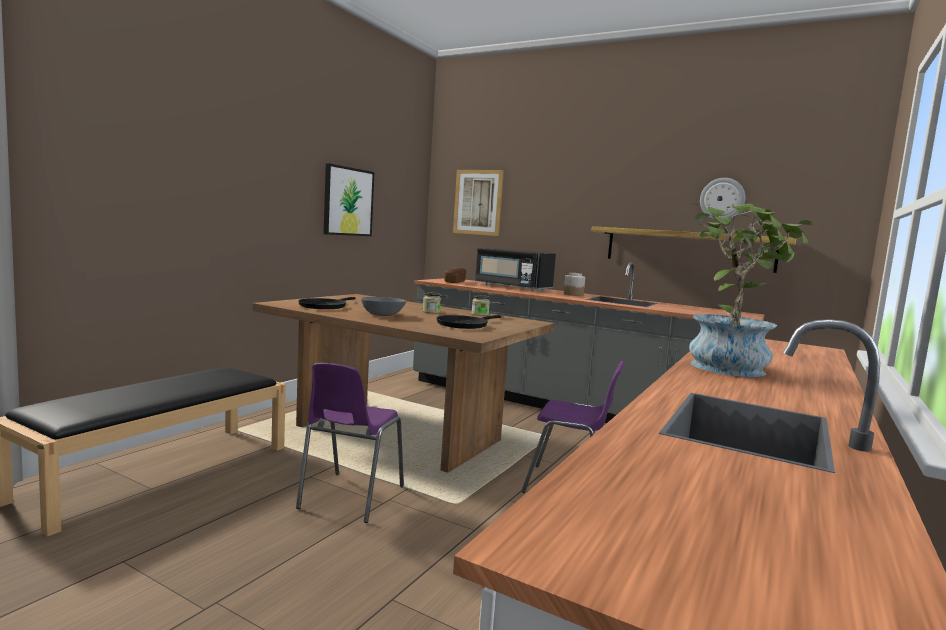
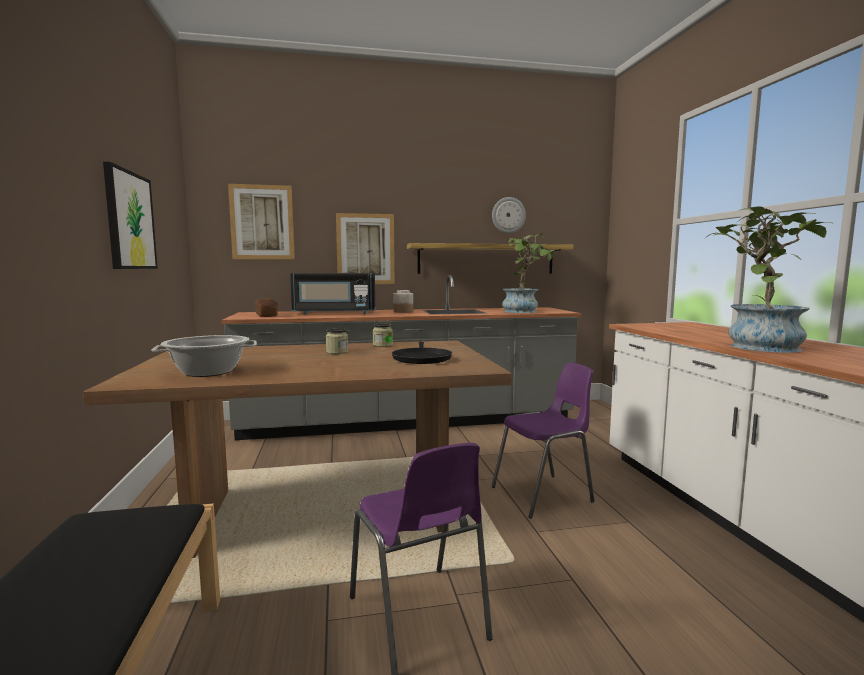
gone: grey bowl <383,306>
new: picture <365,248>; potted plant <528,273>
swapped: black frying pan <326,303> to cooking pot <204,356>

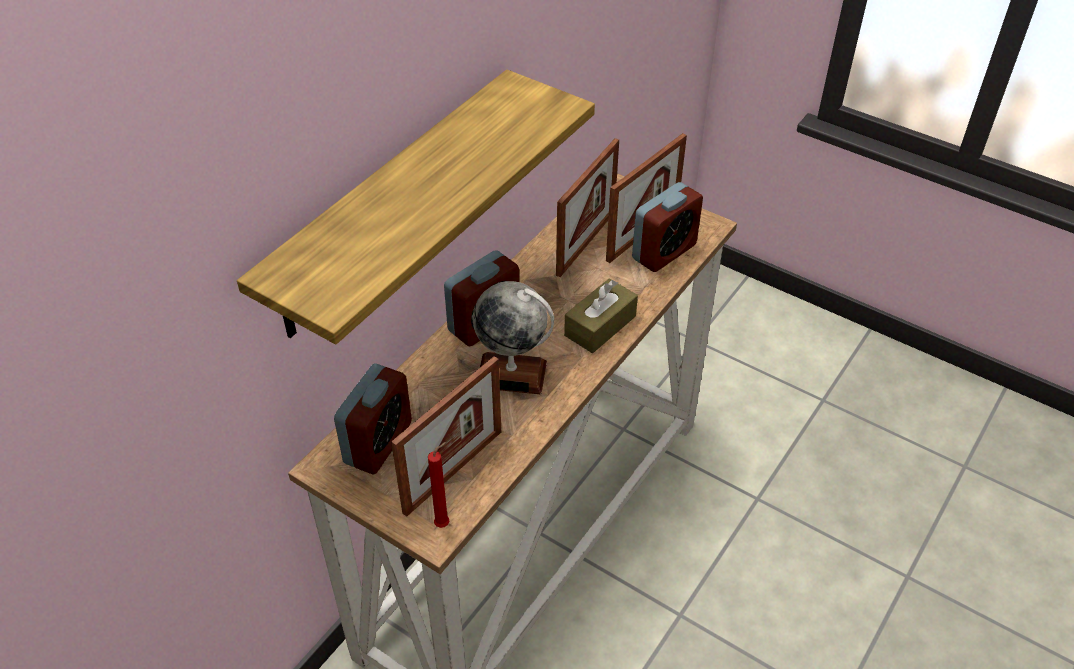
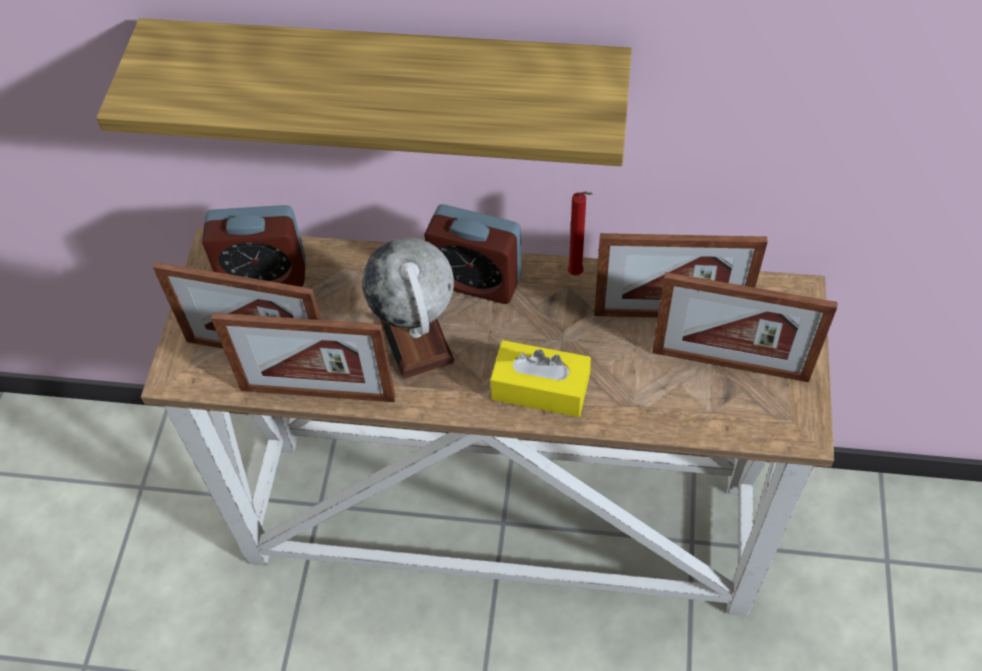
gone: alarm clock <667,227>
new: picture frame <303,357>
shifted: red candle <439,485> to <580,233>
repainted: brown tissue box <601,315> to yellow tissue box <540,378>

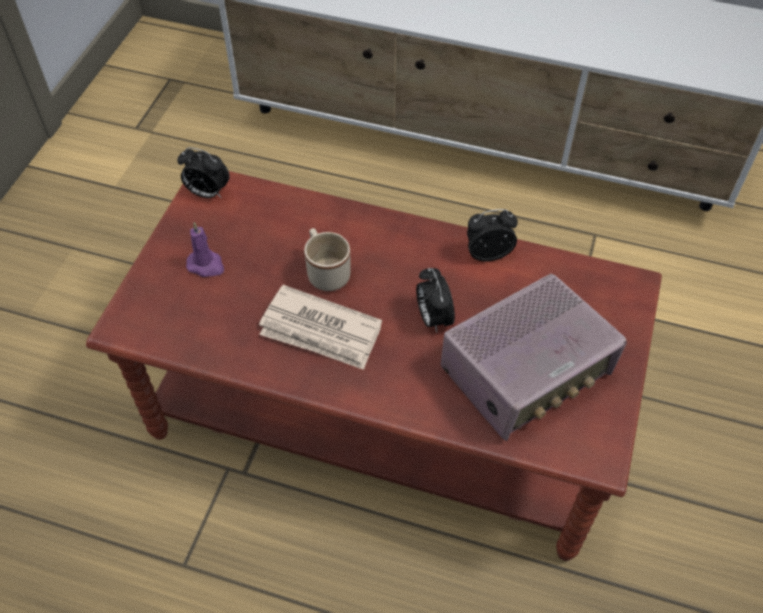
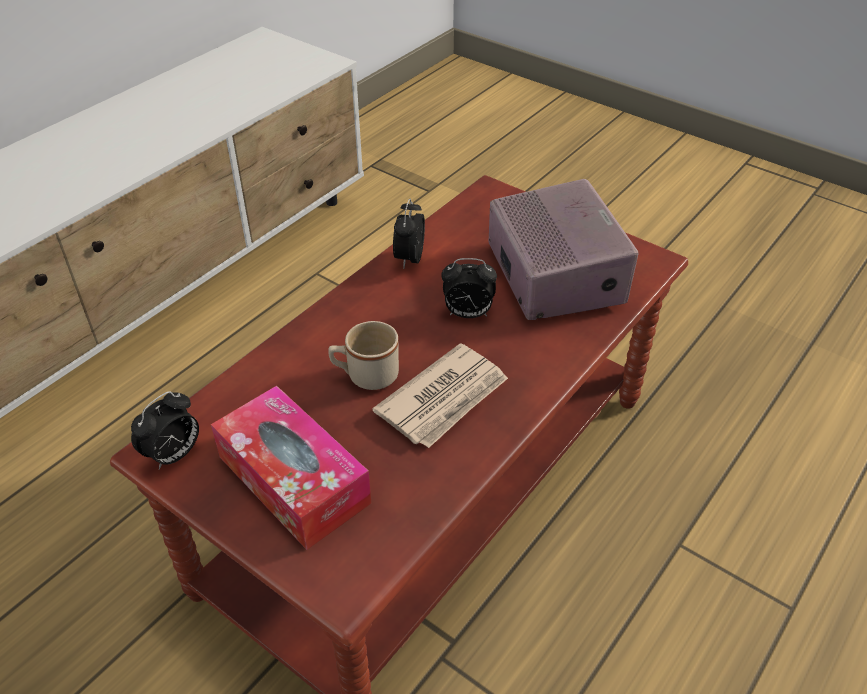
swapped: purple candle <205,249> to tissue box <291,467>

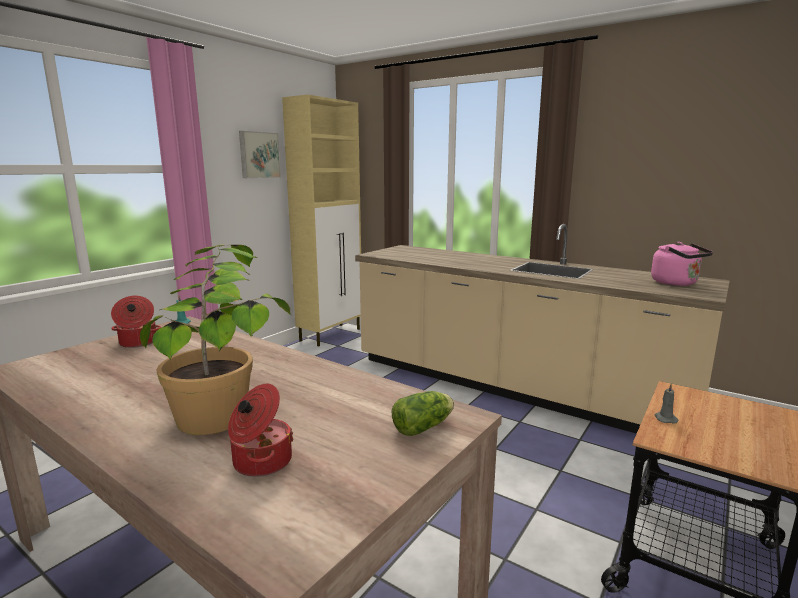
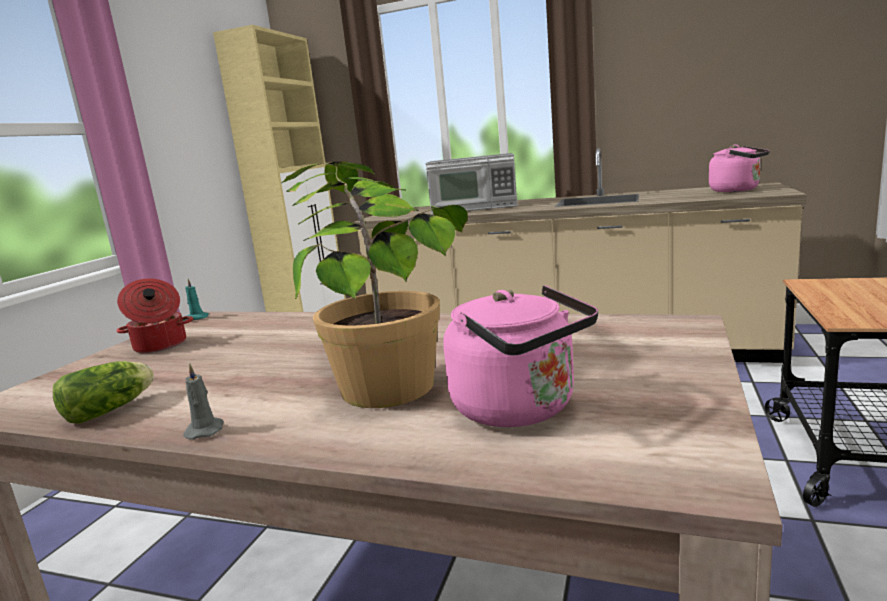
gone: picture <260,154>
new: microwave <471,183>
shifted: lettuce <423,413> to <103,392>; grey candle <666,404> to <203,401>
swapped: cooking pot <261,430> to pink kettle <520,356>

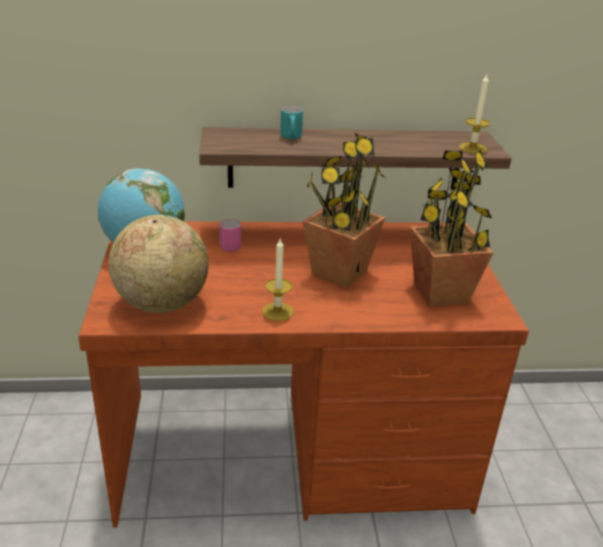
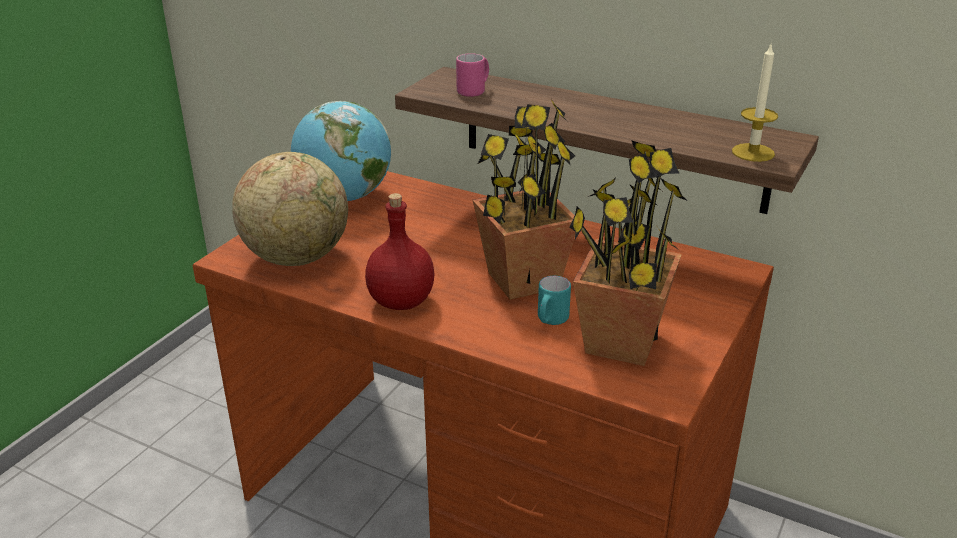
shifted: pink mug <230,235> to <472,75>; turquoise mug <291,122> to <554,300>
swapped: candle <277,280> to red bottle <400,251>

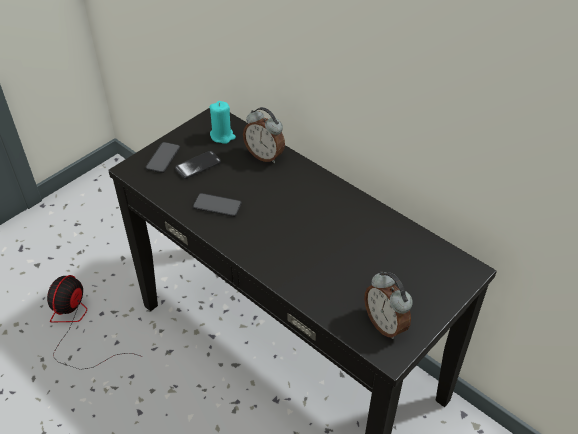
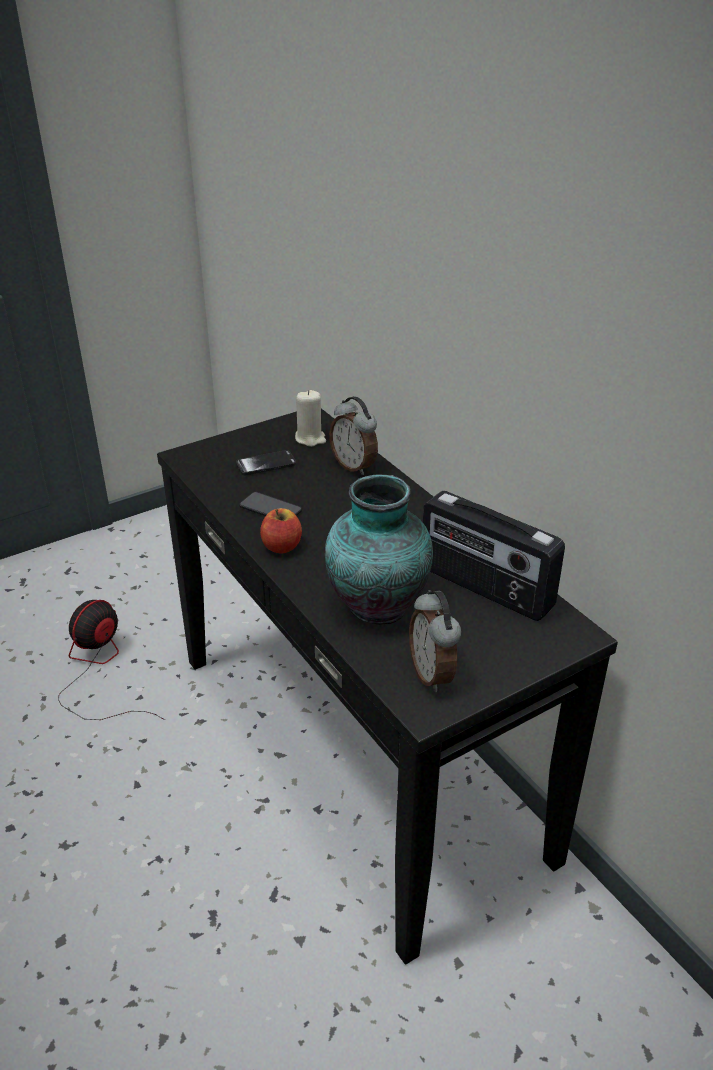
gone: phone <162,157>
new: apple <281,530>; vase <379,550>; radio <494,556>
repainted: turquoise candle <223,122> to beige candle <310,418>

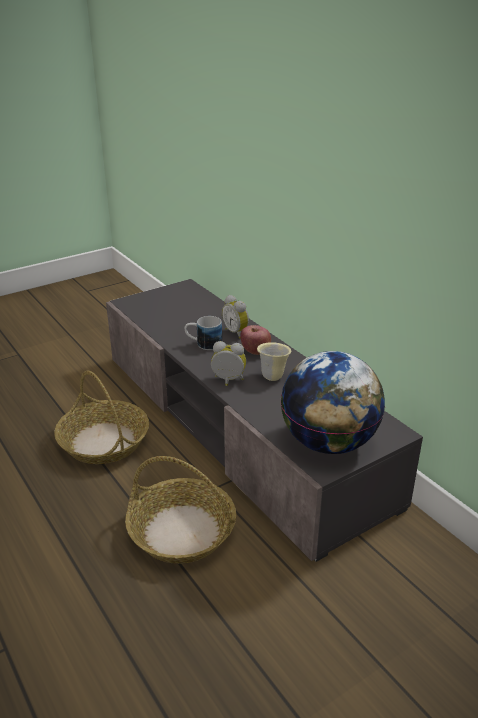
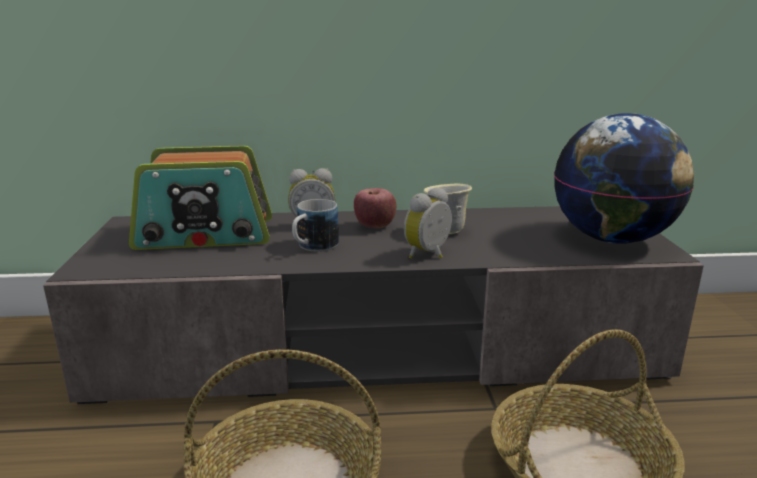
new: radio <200,197>

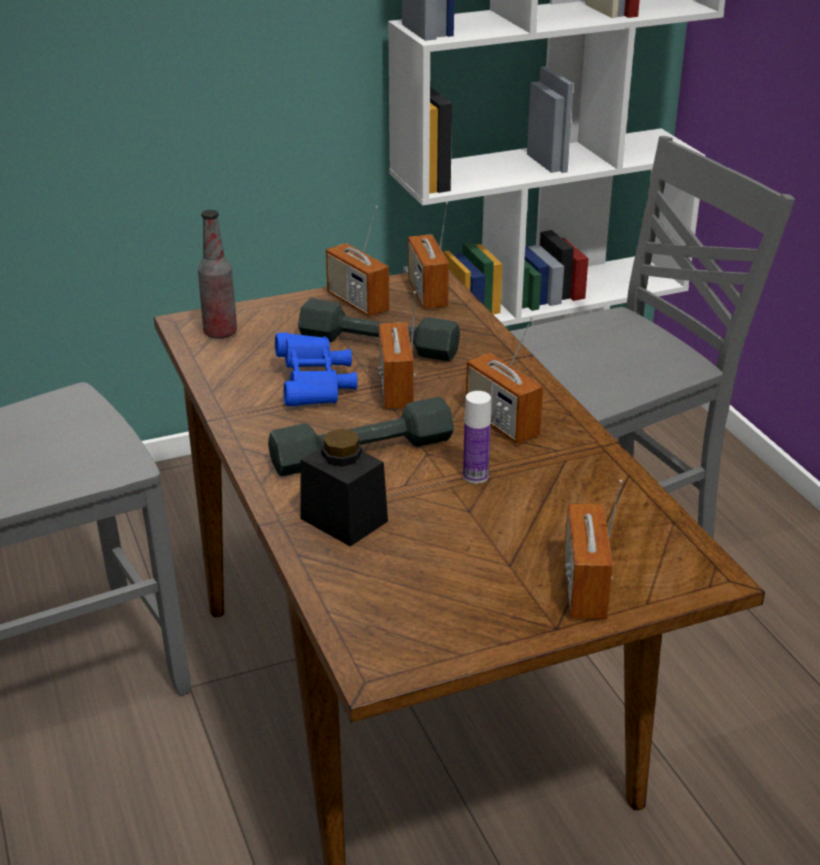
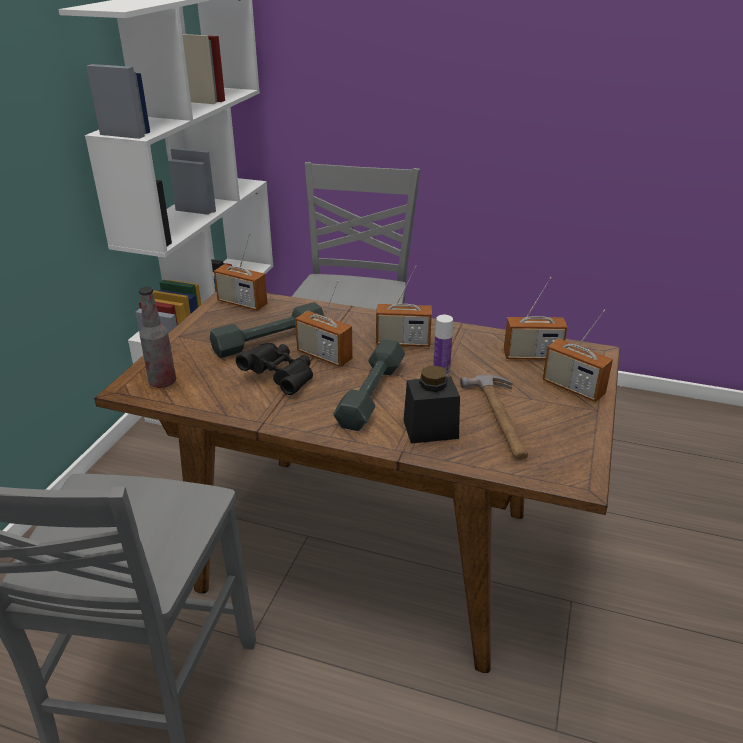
new: hammer <494,417>
shifted: radio <357,261> to <535,318>
repainted: blue binoculars <316,369> to black binoculars <274,369>

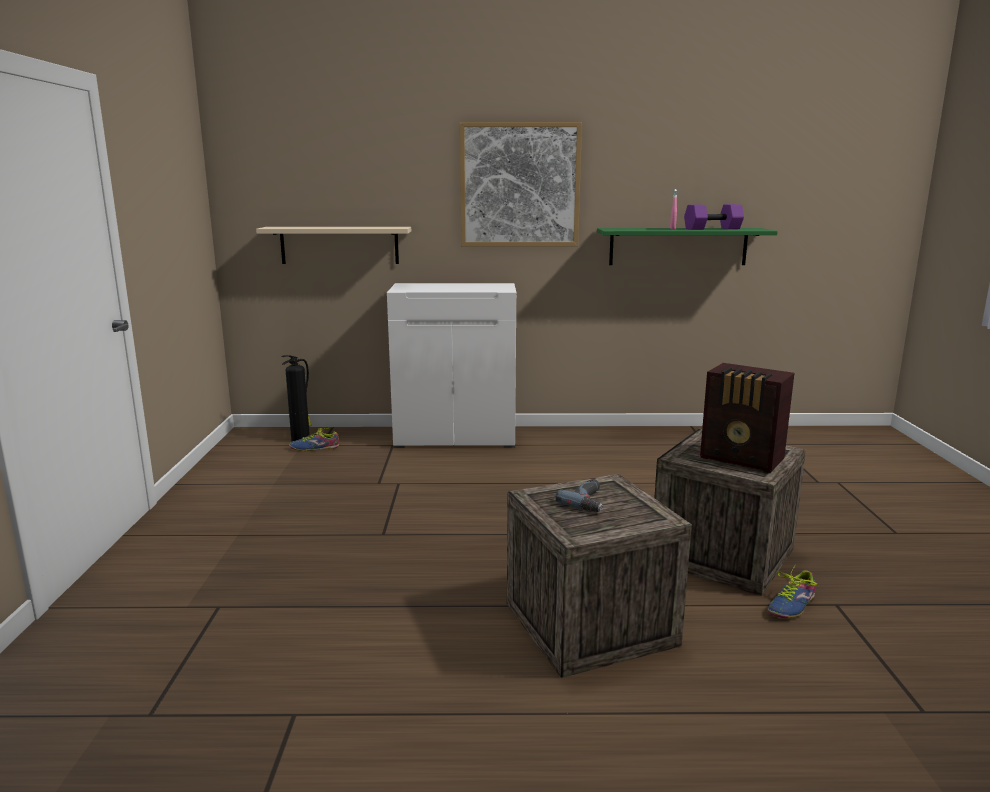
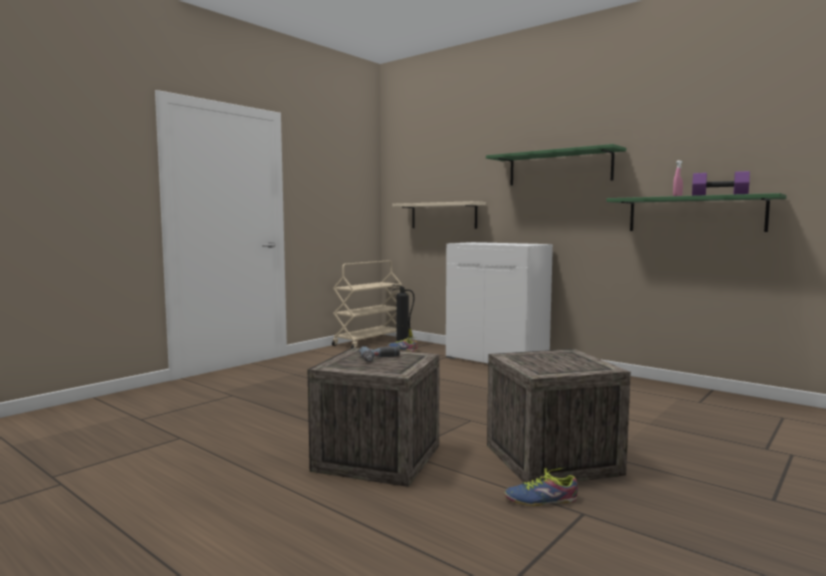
gone: radio <747,418>
new: beige cart <367,304>
swapped: picture <521,184> to green shelf <556,164>

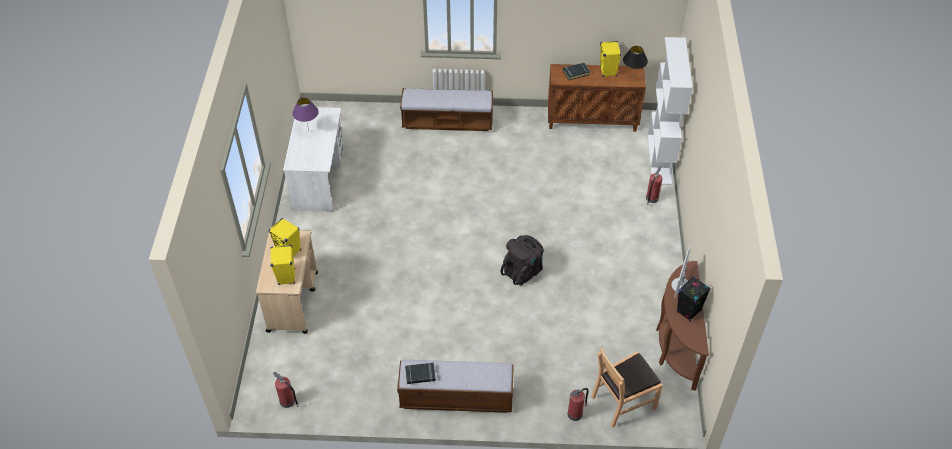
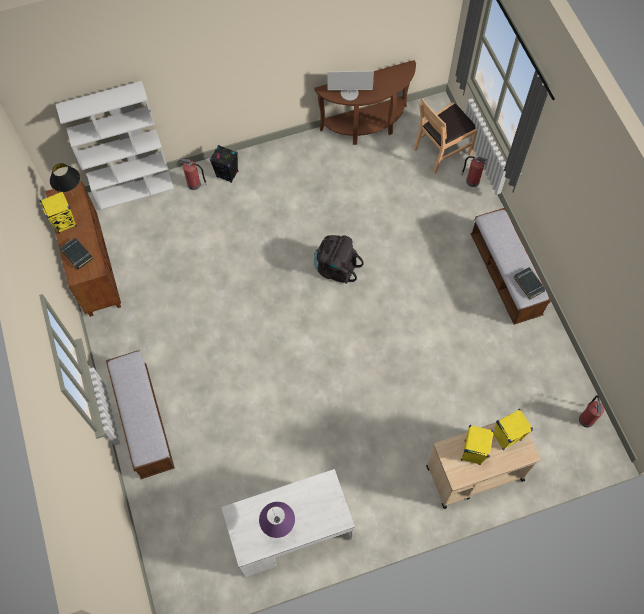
shifted: black speaker <694,298> to <224,164>
rotated: brown chair <627,388> = <446,136> 105 degrees clockwise

